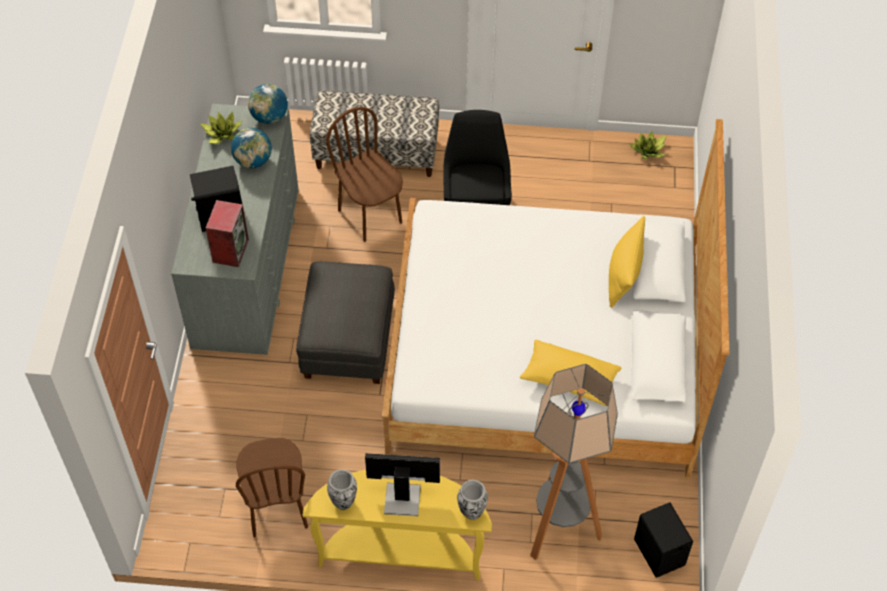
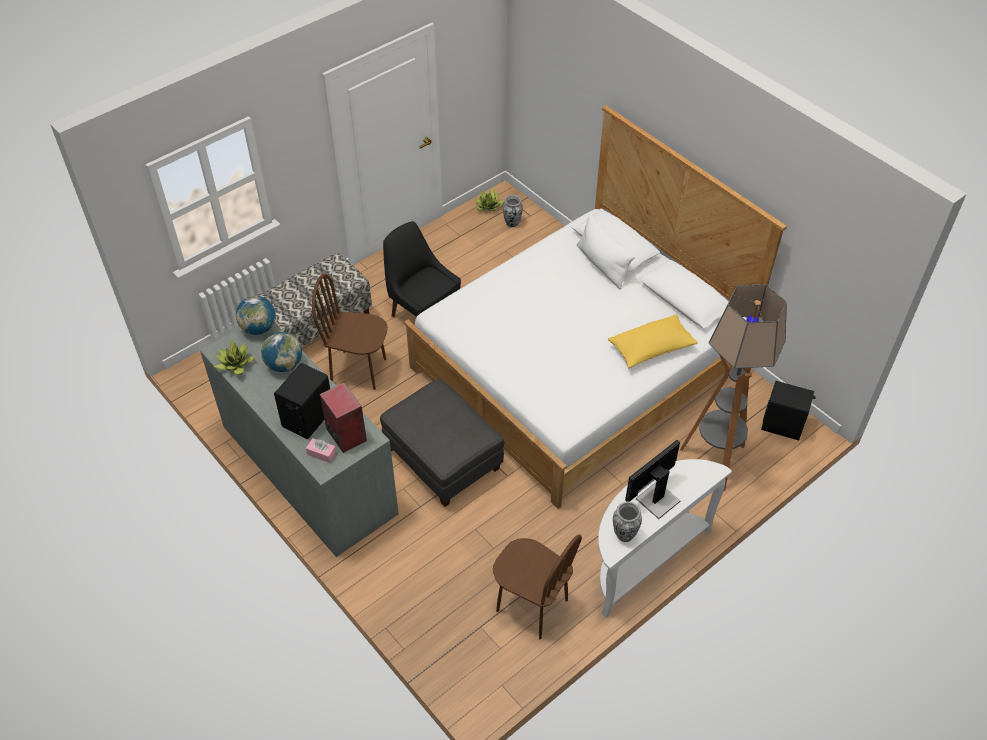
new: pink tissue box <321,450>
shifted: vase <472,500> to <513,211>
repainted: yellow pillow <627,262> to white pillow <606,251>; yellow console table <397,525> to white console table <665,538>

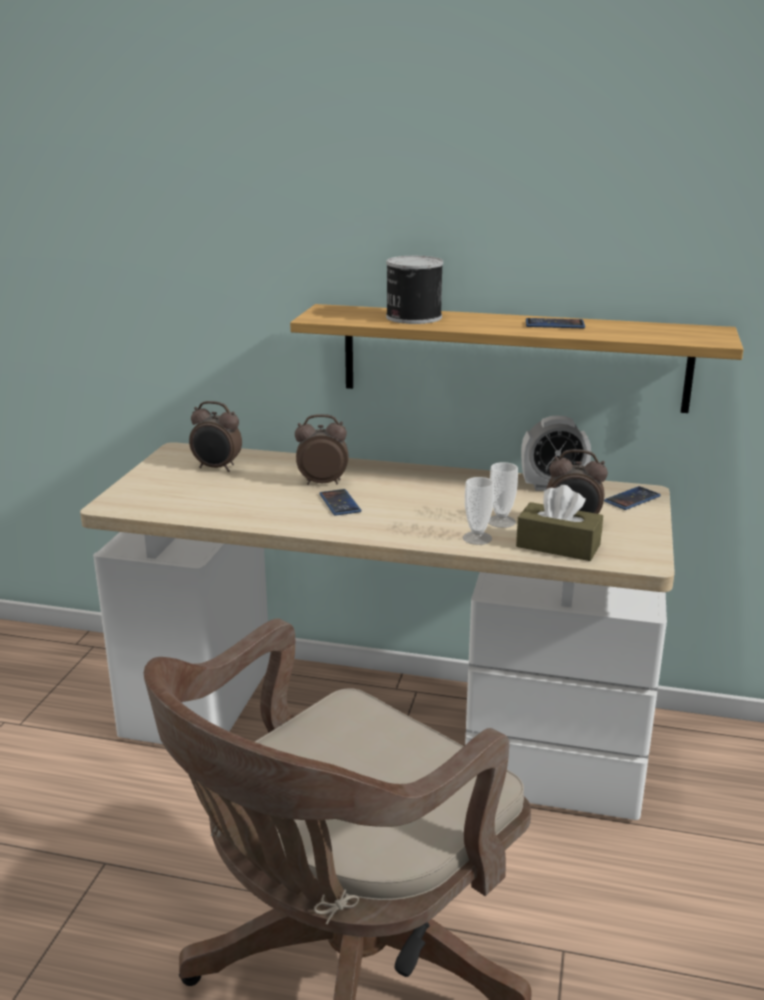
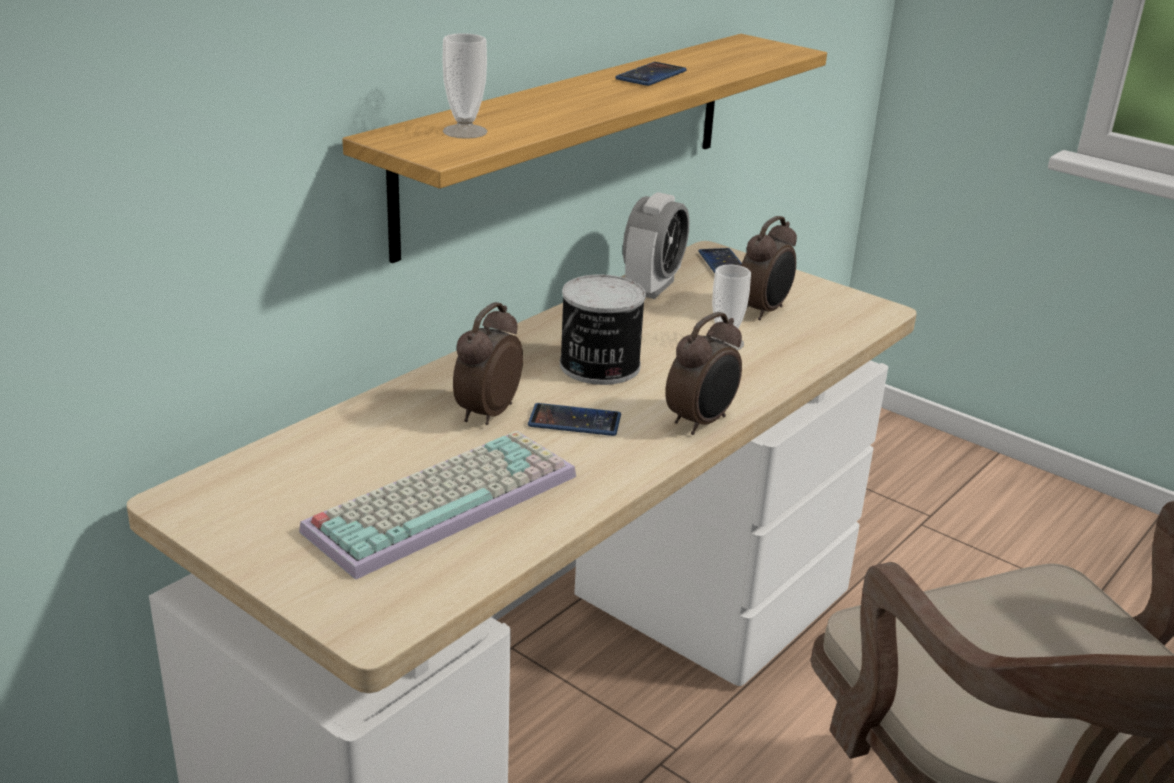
gone: brown tissue box <559,523>
new: keyboard <437,505>
shifted: cup <478,511> to <464,86>; can <414,290> to <603,330>; alarm clock <215,436> to <703,373>

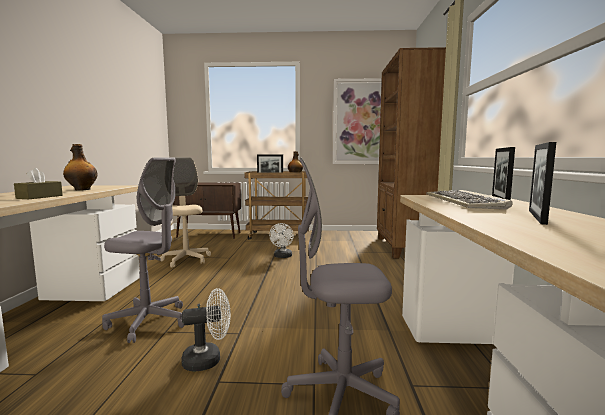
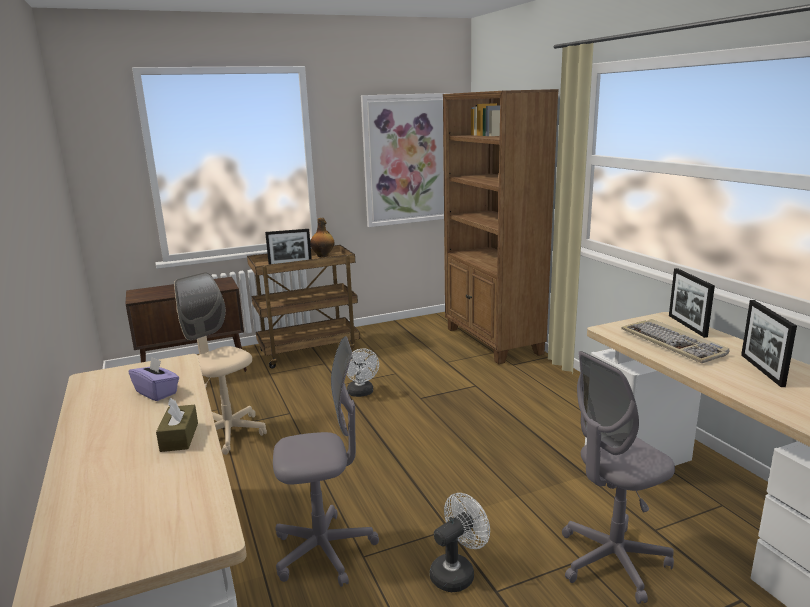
swapped: bottle <80,167> to purple tissue box <154,378>

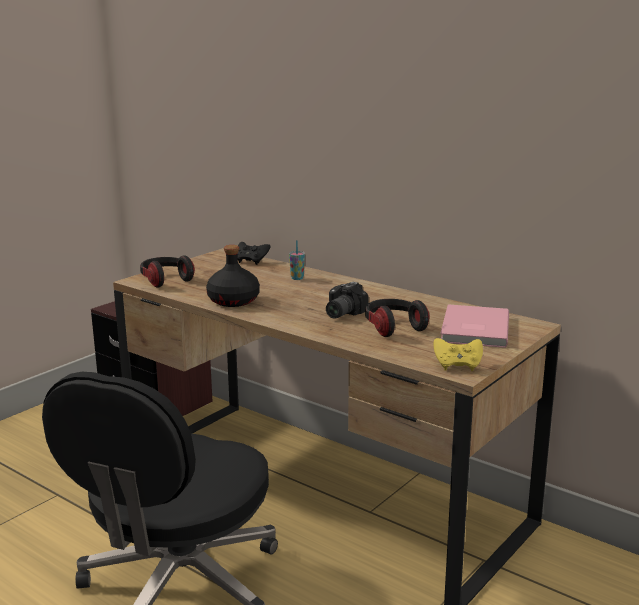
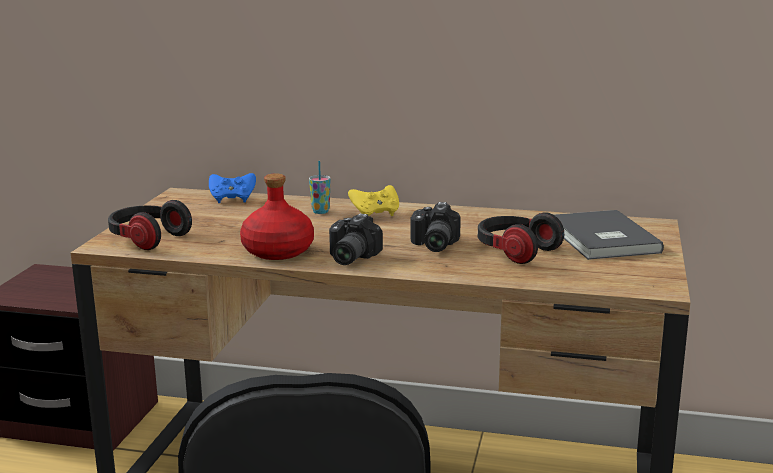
new: photo camera <356,239>
shifted: yellow game controller <458,354> to <373,200>
repainted: black game controller <254,253> to blue game controller <232,188>; black bottle <233,276> to red bottle <277,216>; pink book <474,326> to grey book <609,235>

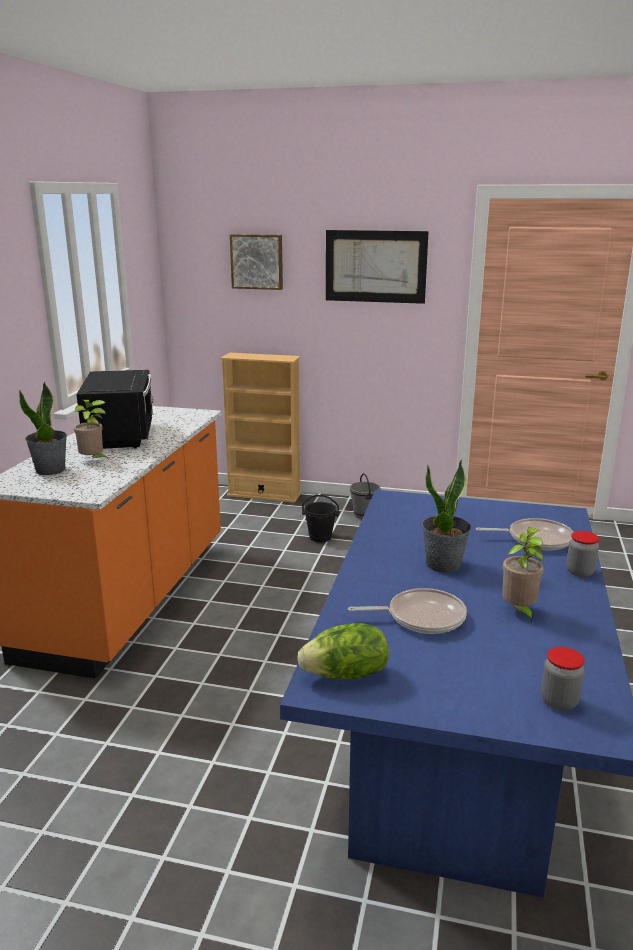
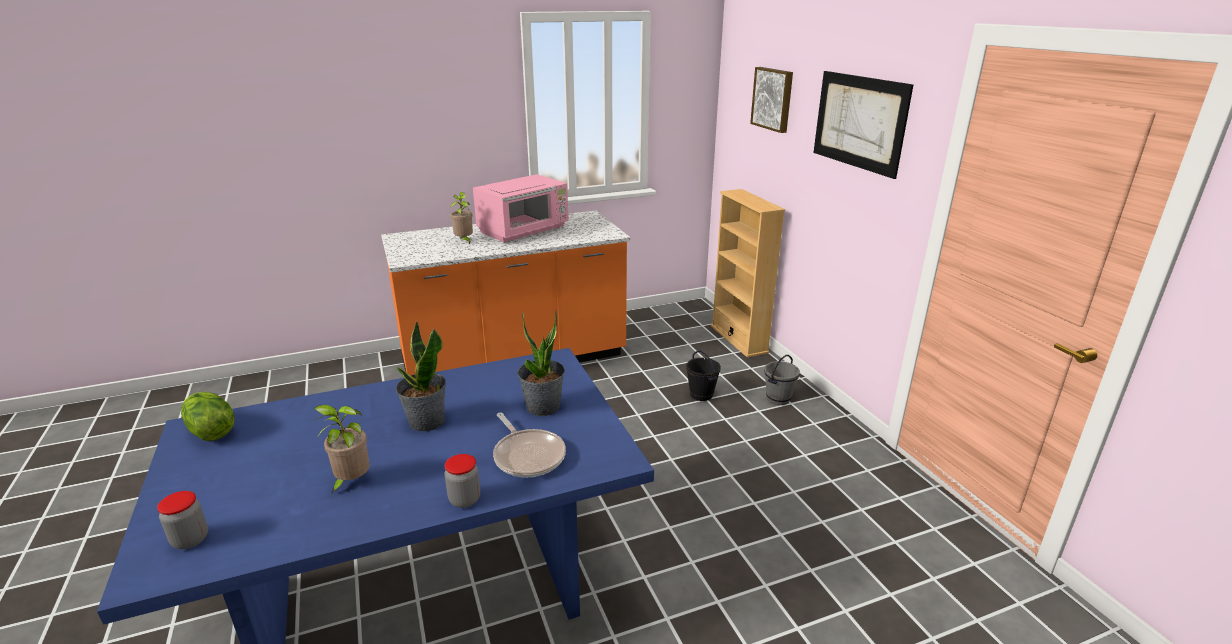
gone: frying pan <407,611>
shifted: potted plant <43,428> to <541,363>
repainted: black microwave <114,409> to pink microwave <520,208>

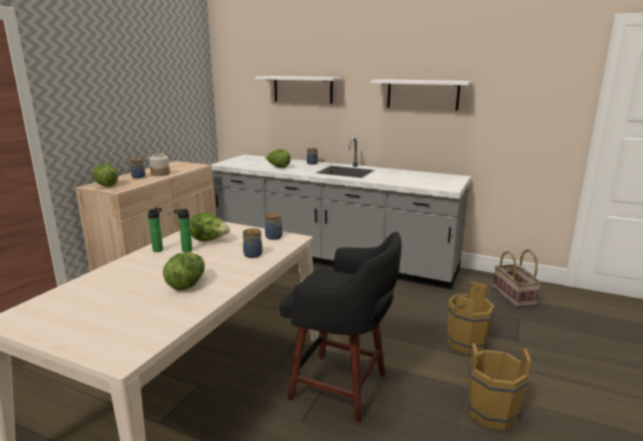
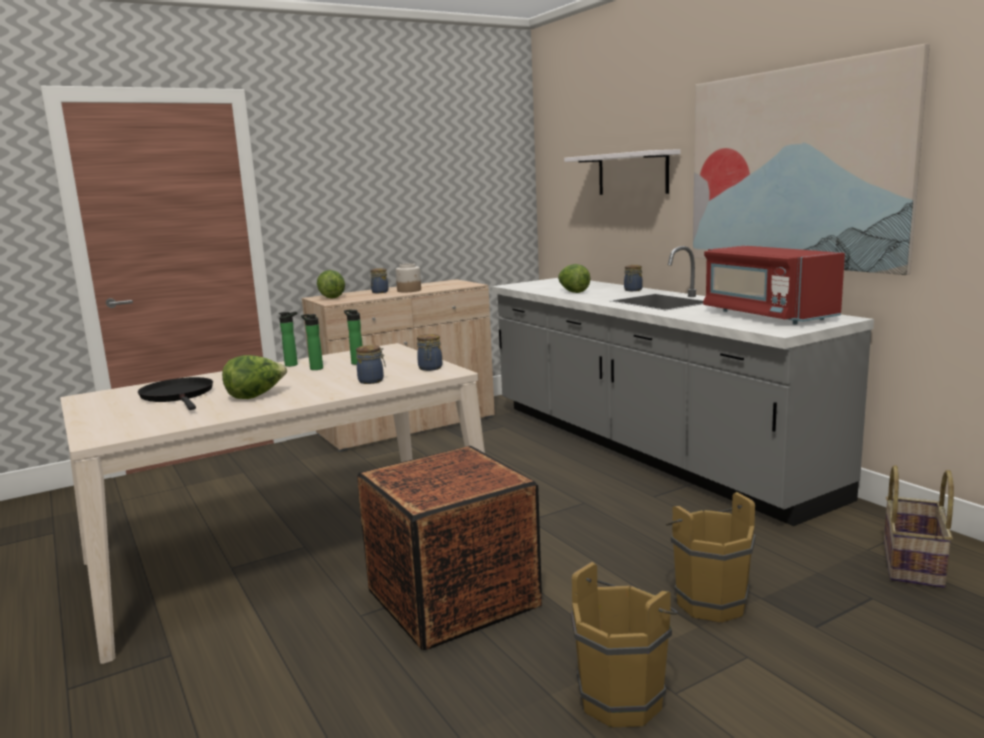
new: black frying pan <175,393>; red microwave <774,285>
swapped: lettuce <210,227> to bottle <353,337>; black stool <341,327> to crate <449,548>; white shelf <421,95> to picture <811,159>

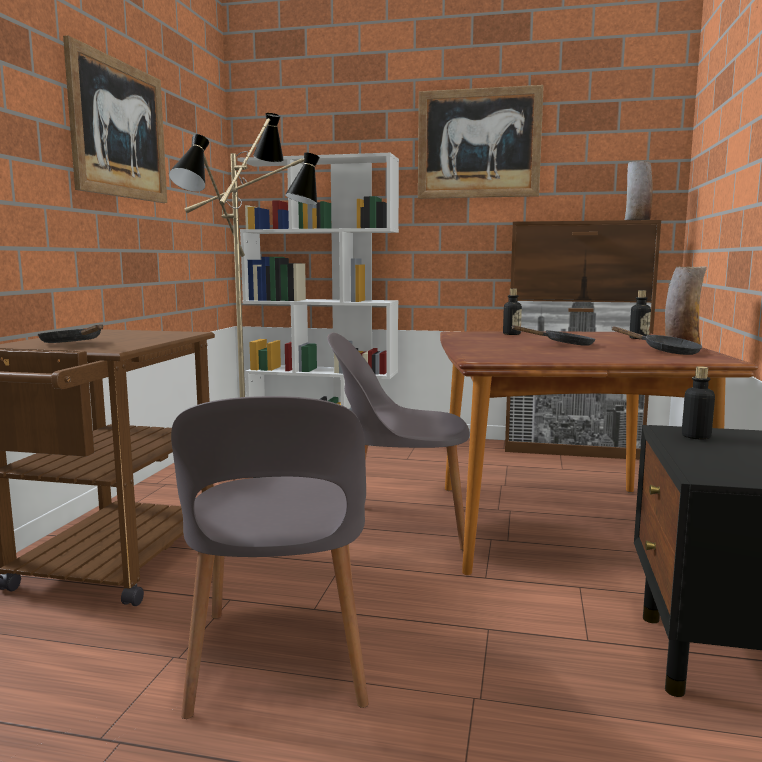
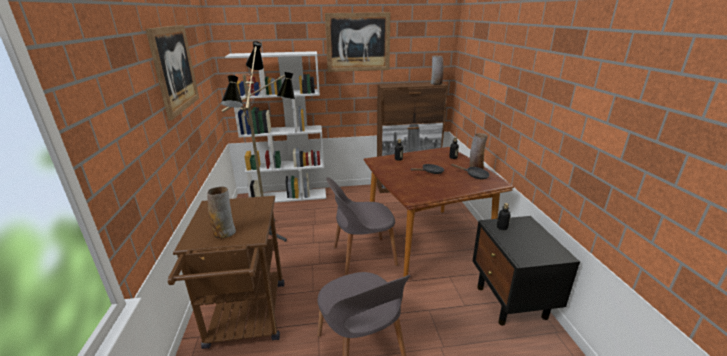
swapped: black frying pan <70,333> to vase <221,212>

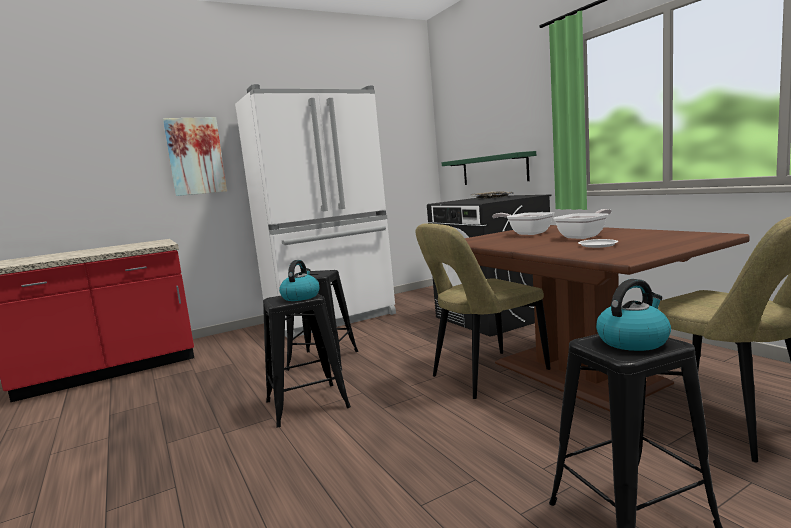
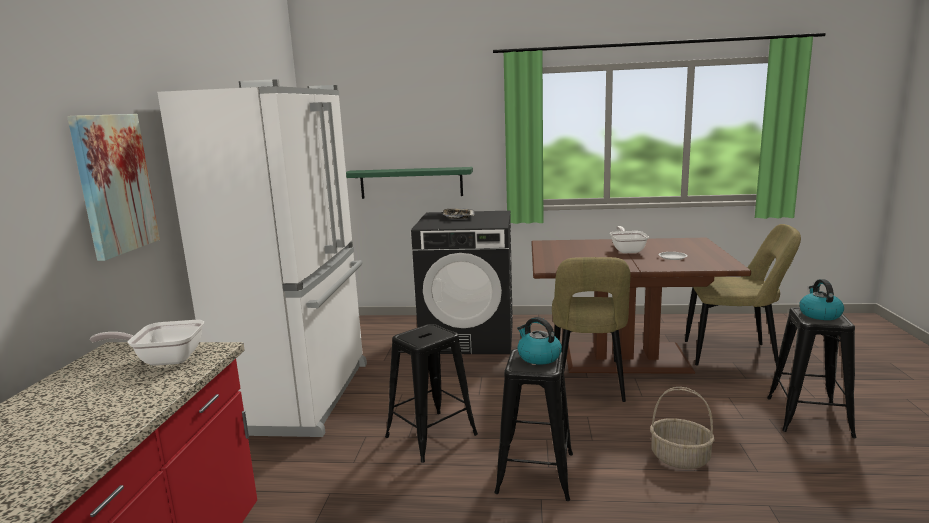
new: basket <682,428>
shifted: frying pan <523,223> to <147,343>

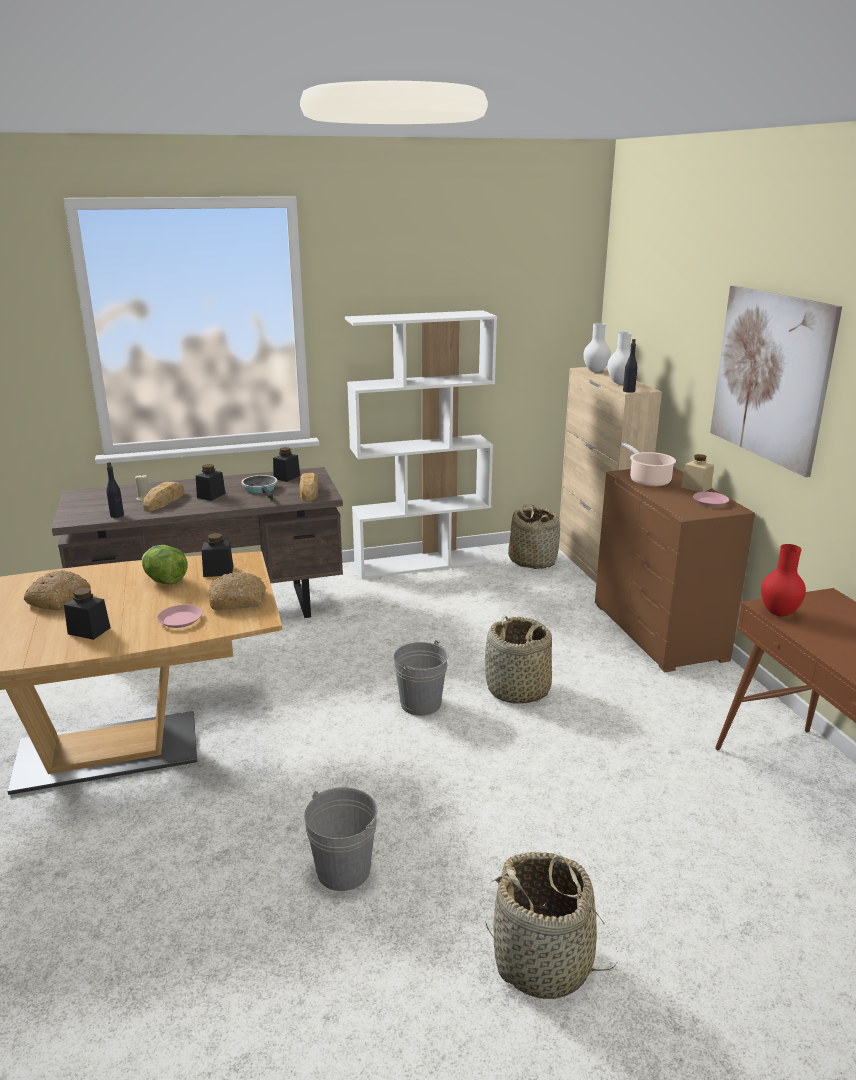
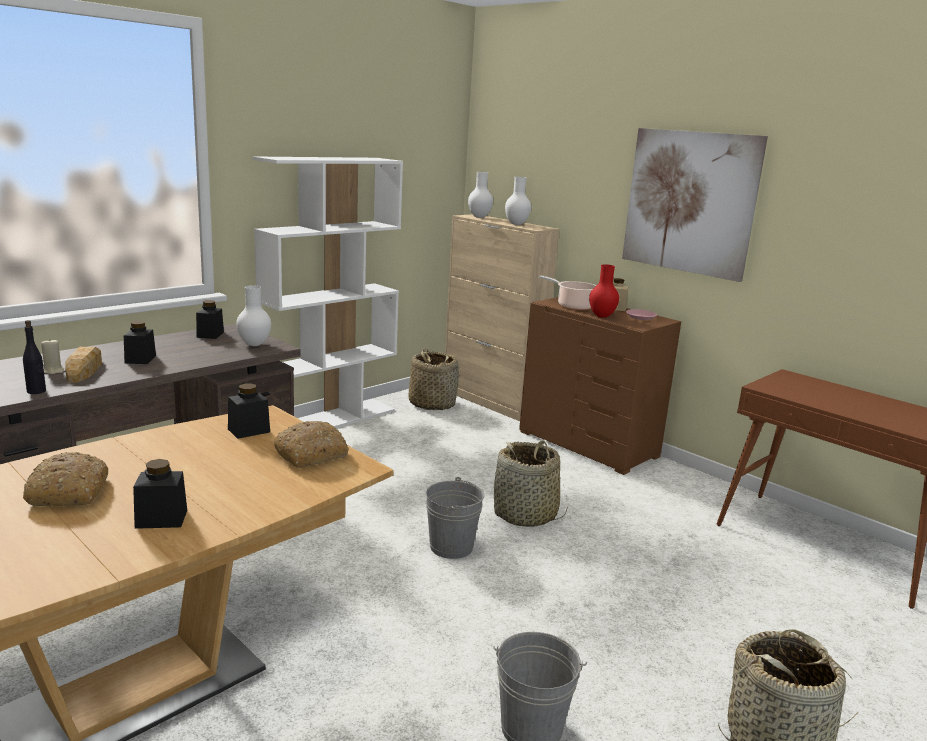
gone: lettuce <165,565>; pink plate <179,616>; frying pan <259,488>; black bottle <630,366>
shifted: red vase <783,580> to <604,291>
swapped: bread <308,487> to white vase <253,316>

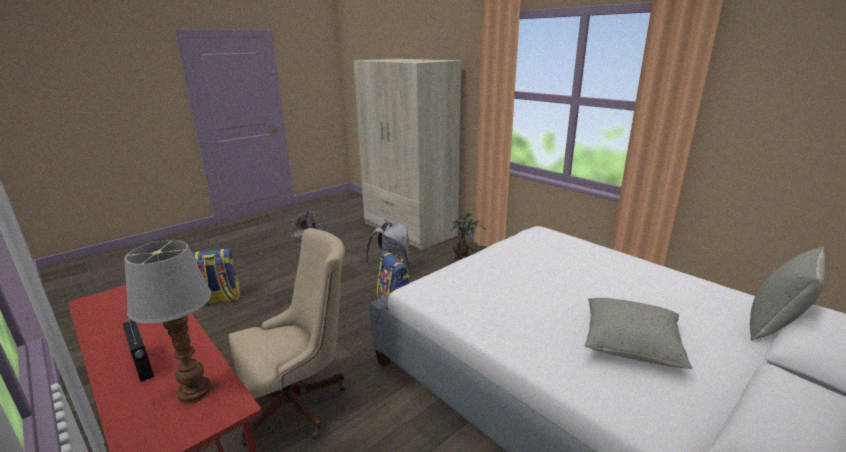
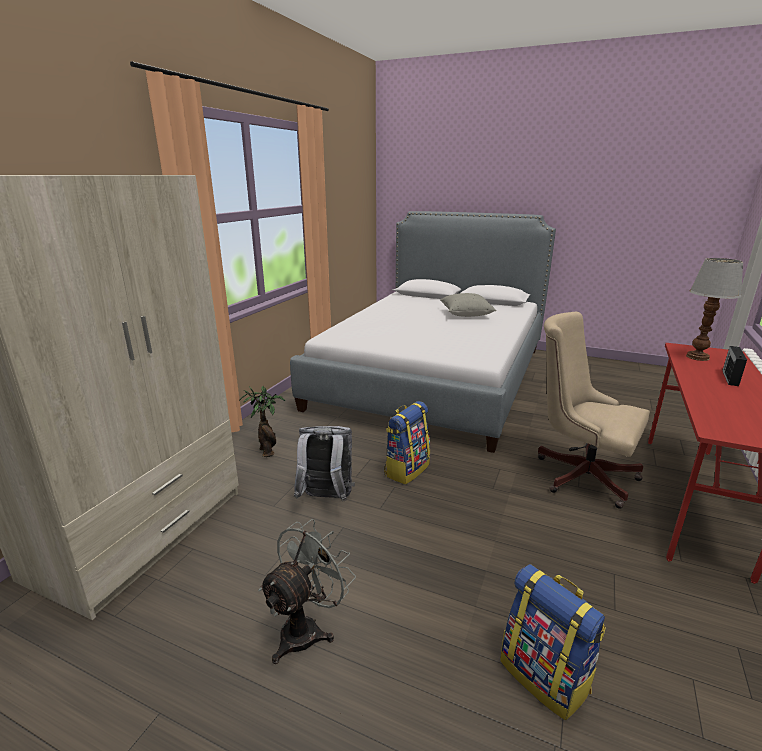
gone: grey pillow <787,293>

